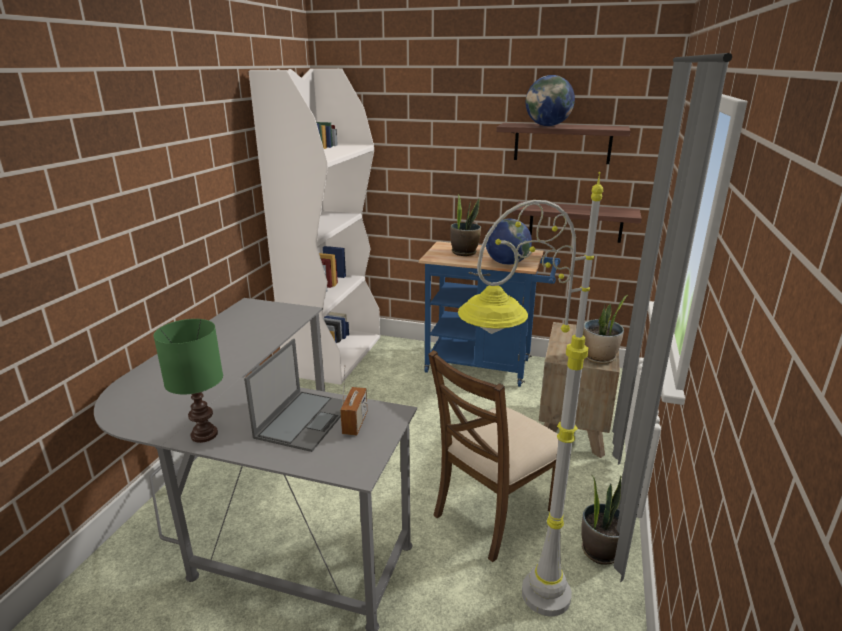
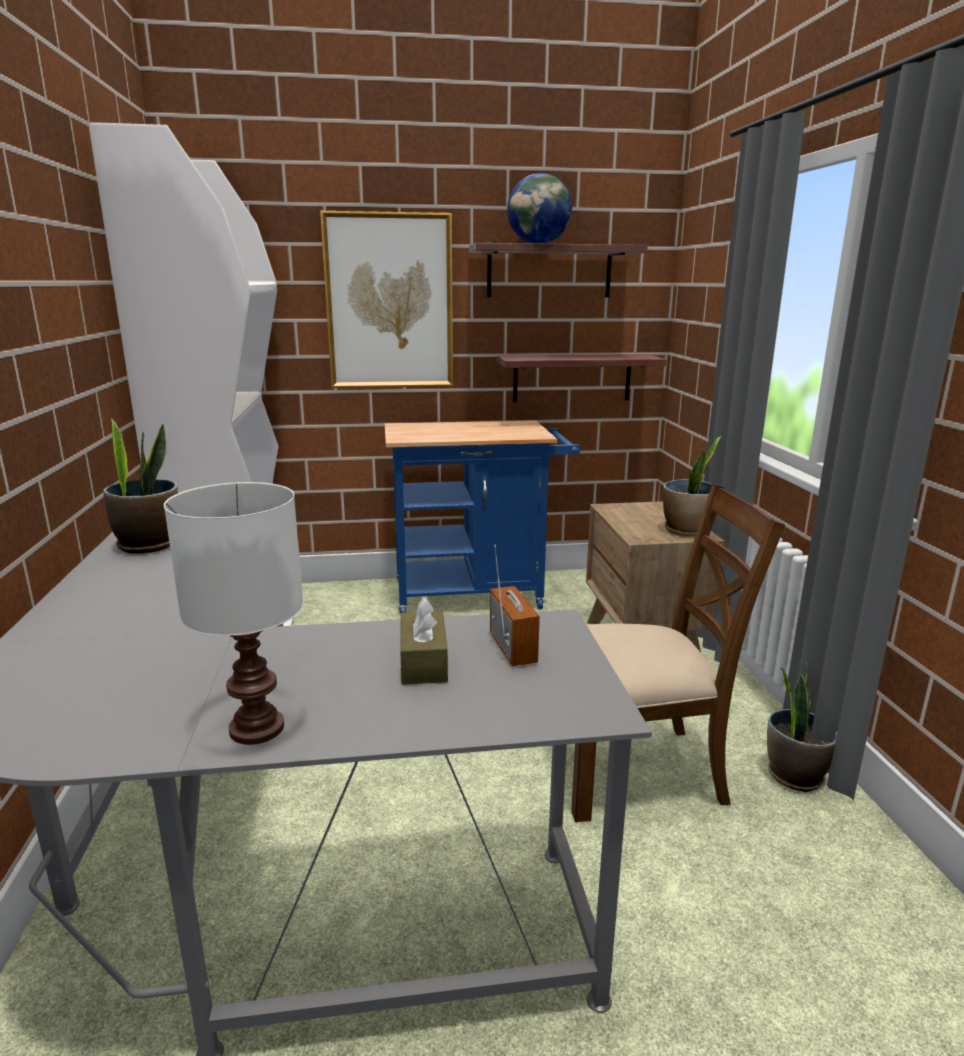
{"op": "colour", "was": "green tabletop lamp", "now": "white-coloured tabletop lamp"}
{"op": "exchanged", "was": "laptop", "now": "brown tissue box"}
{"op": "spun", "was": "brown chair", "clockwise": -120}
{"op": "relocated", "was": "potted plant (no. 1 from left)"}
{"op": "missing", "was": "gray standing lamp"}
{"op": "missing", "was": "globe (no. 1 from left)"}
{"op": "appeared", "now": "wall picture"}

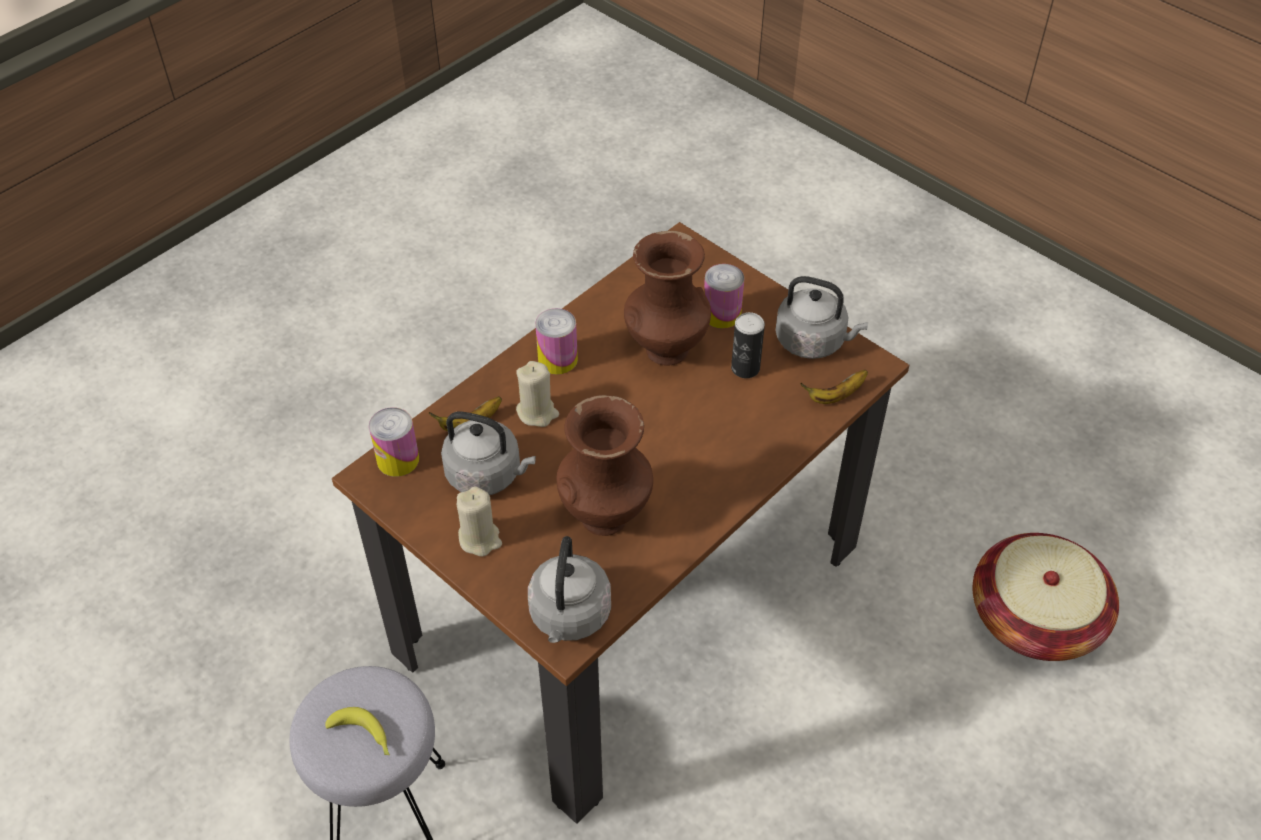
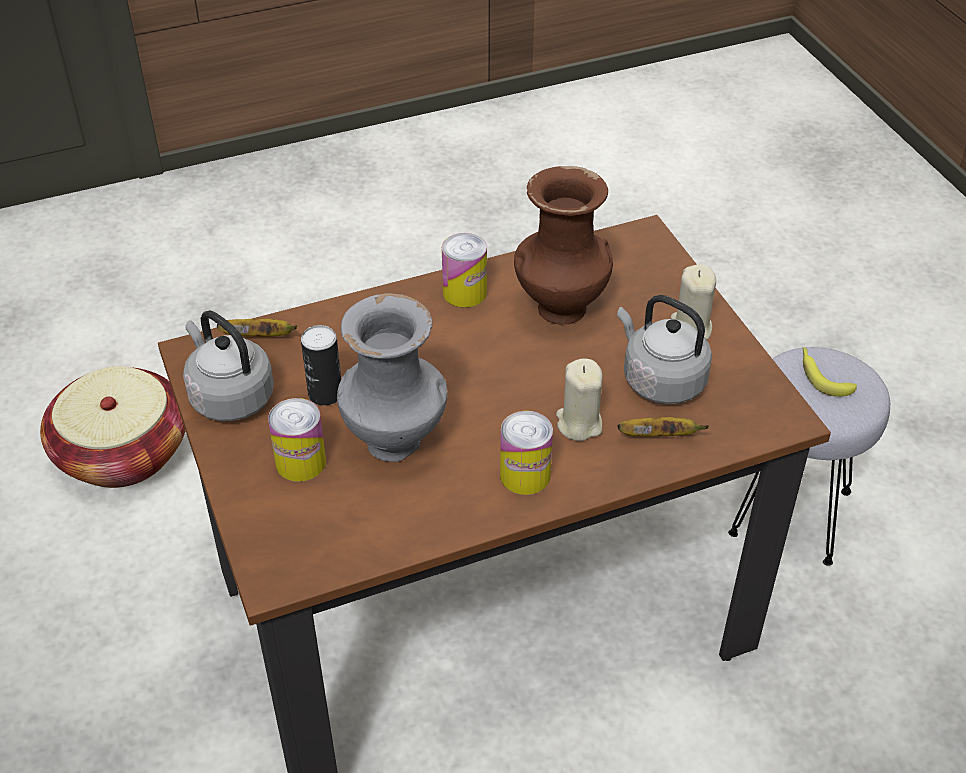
{"op": "relocated", "was": "metal can (no. 1 from left in the first image)", "now": "metal can (no. 3 from left)"}
{"op": "missing", "was": "gray kettle (no. 2 from left)"}
{"op": "colour", "was": "brown decorative vase (no. 2 from left)", "now": "gray decorative vase"}

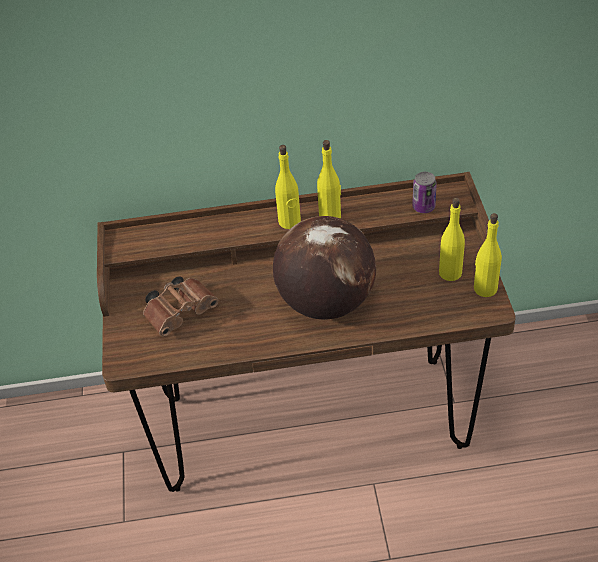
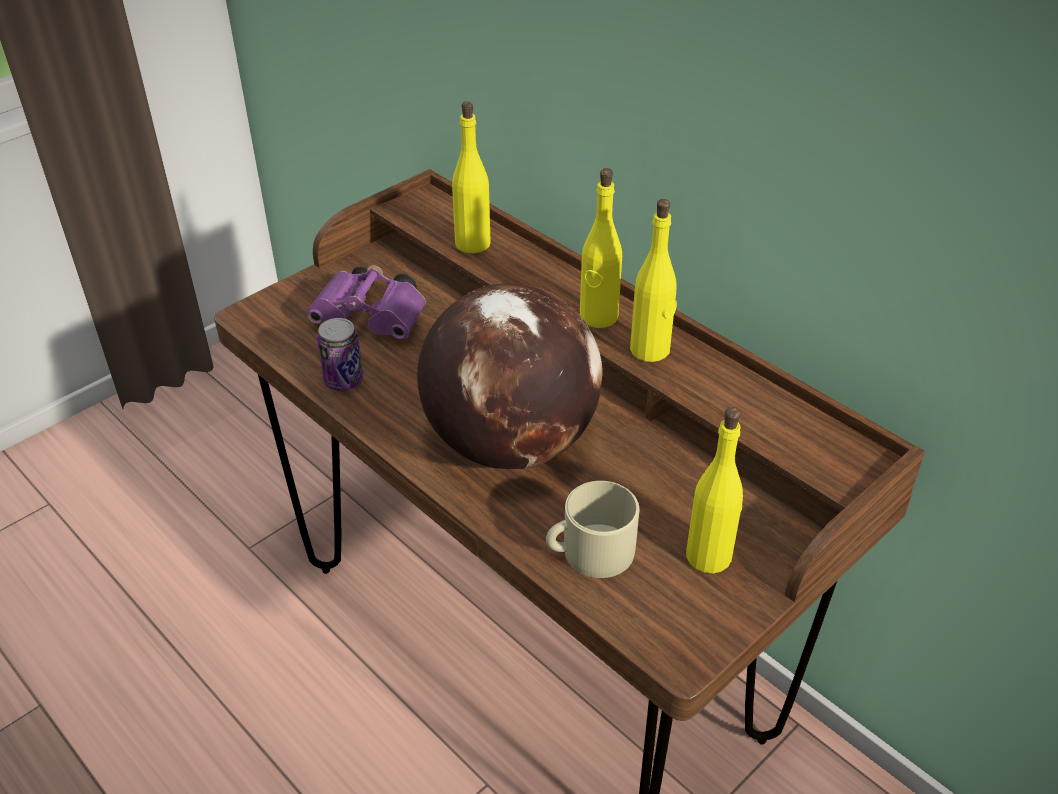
{"op": "colour", "was": "brown field glasses", "now": "purple field glasses"}
{"op": "relocated", "was": "metal can"}
{"op": "relocated", "was": "yellow-coloured beverage bottle (no. 4 from left in the first image)", "now": "yellow-coloured beverage bottle (no. 1 from left)"}
{"op": "appeared", "now": "beige-coloured tea mug"}

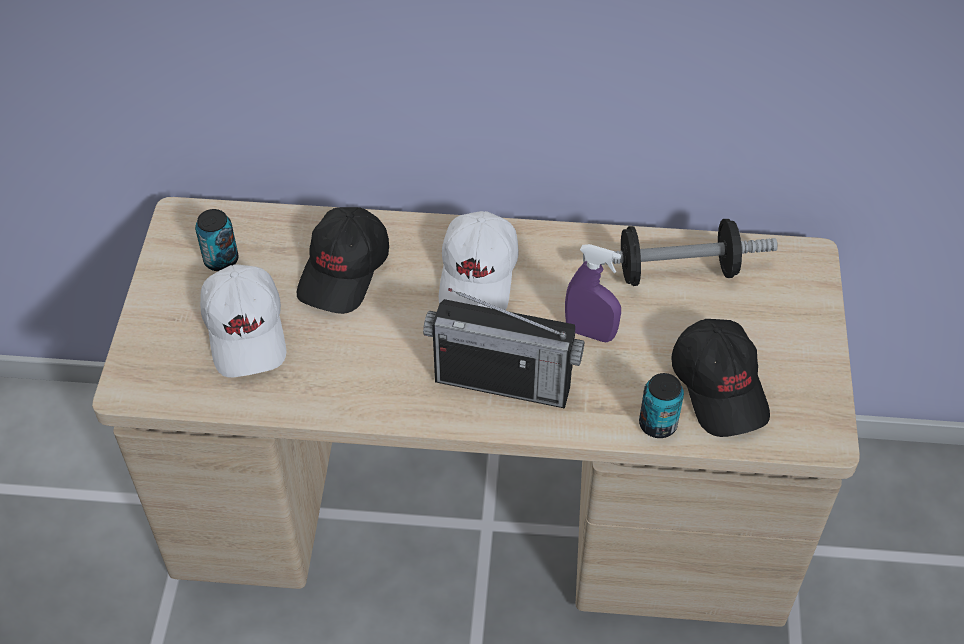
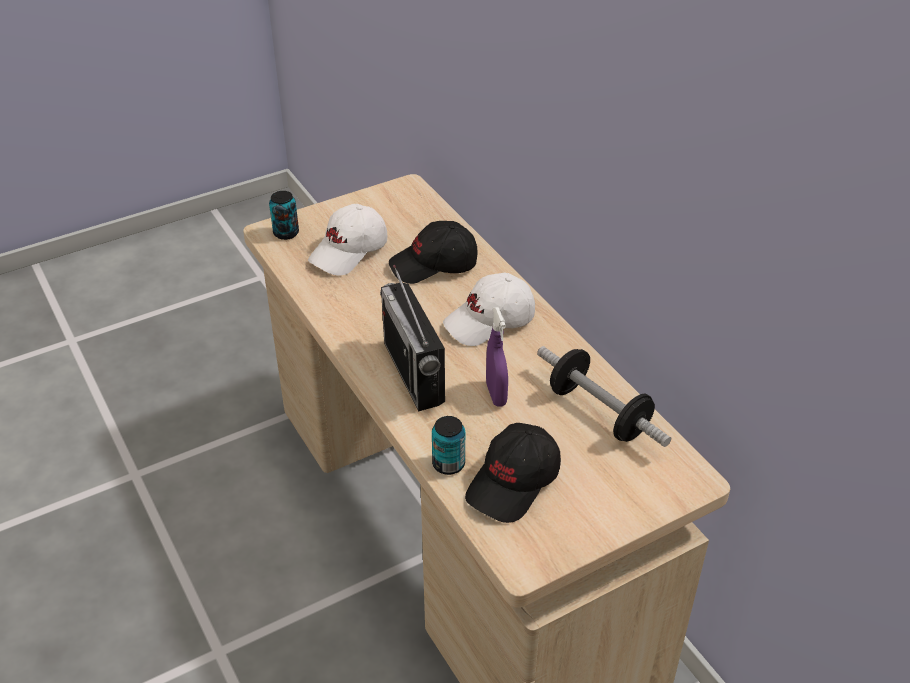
{"op": "relocated", "was": "metal can (no. 1 from left)"}

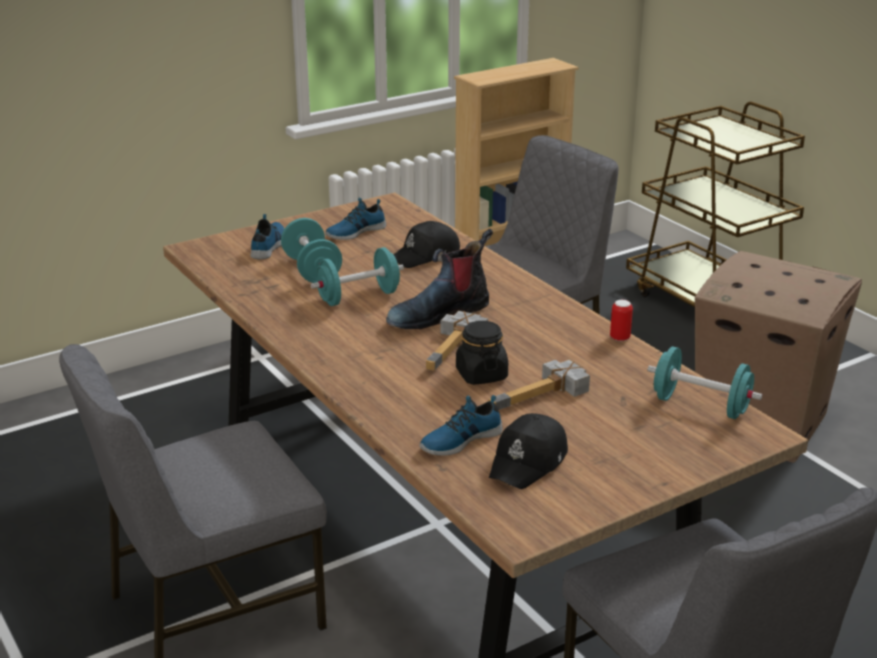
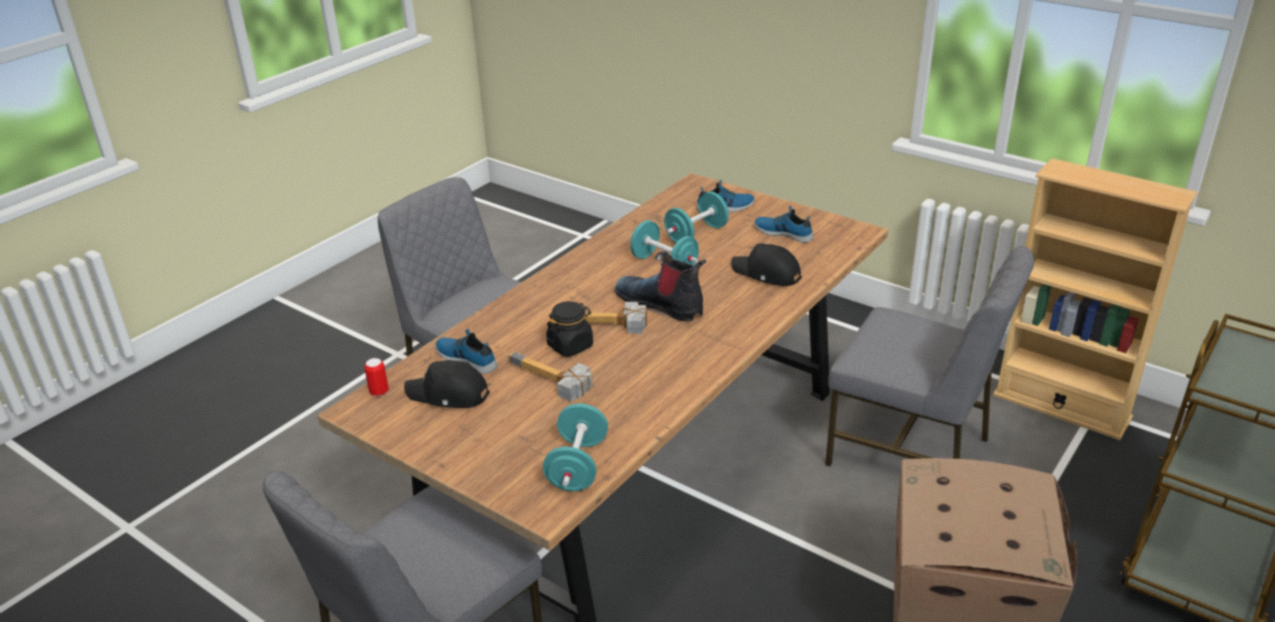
{"op": "relocated", "was": "metal can"}

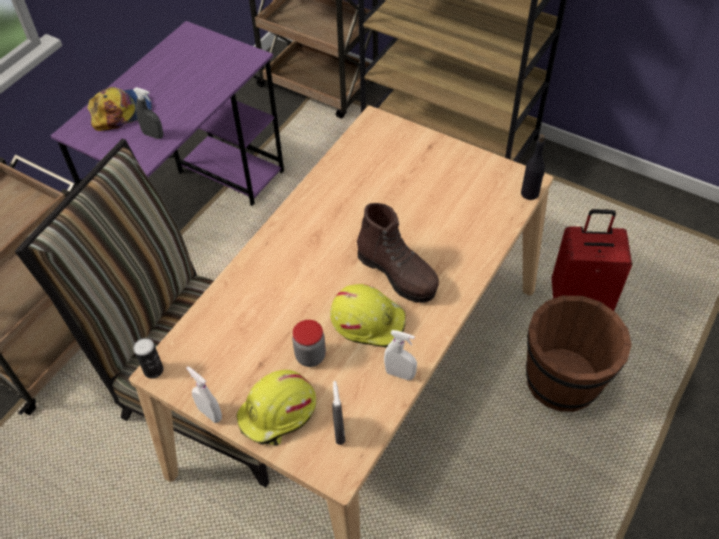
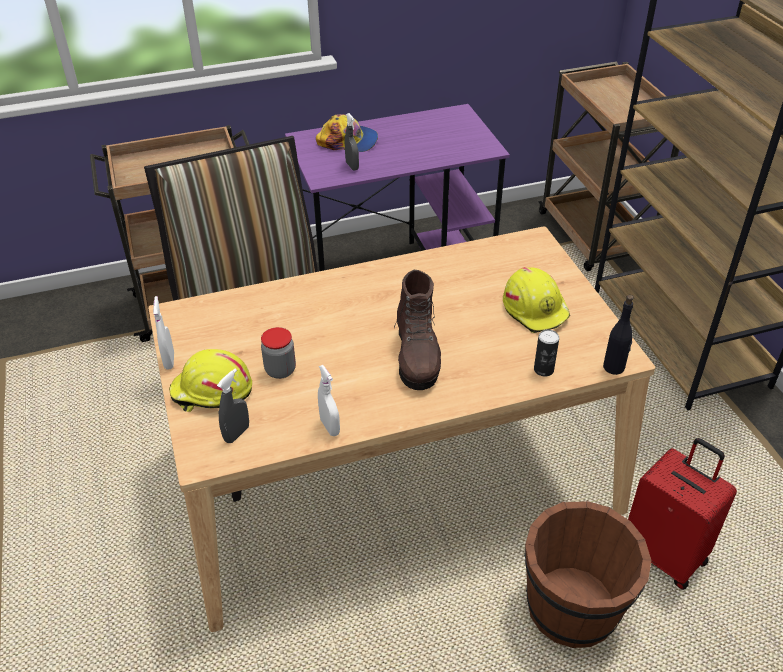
{"op": "relocated", "was": "metal can"}
{"op": "relocated", "was": "yellow-coloured hard hat (no. 2 from left)"}

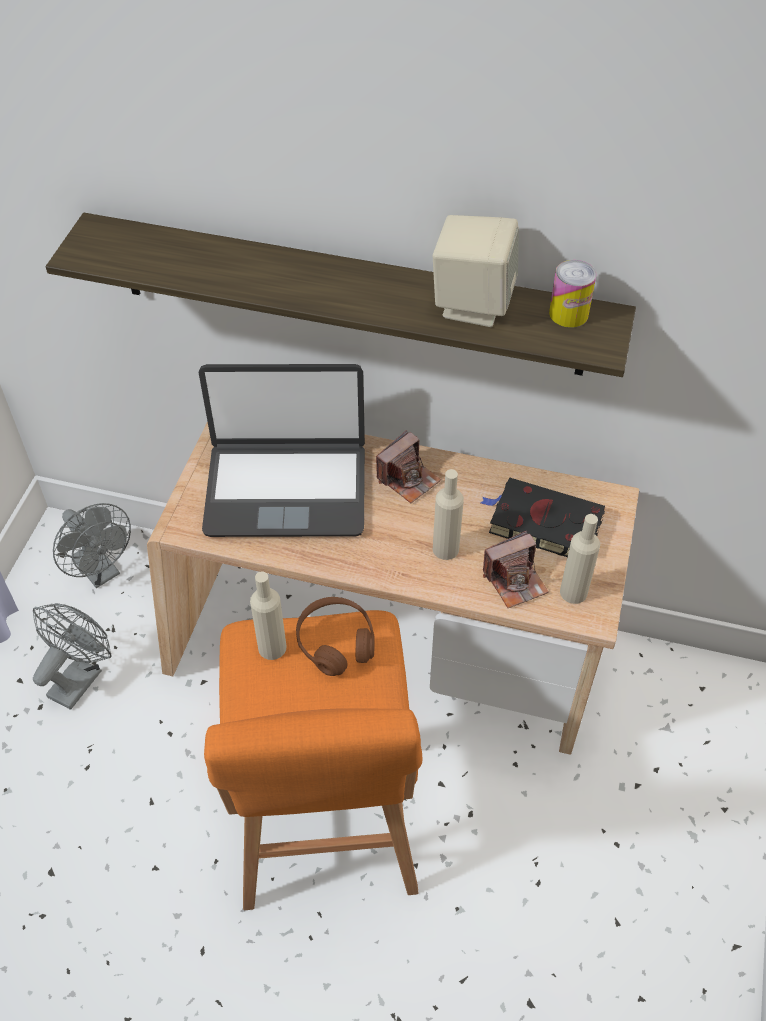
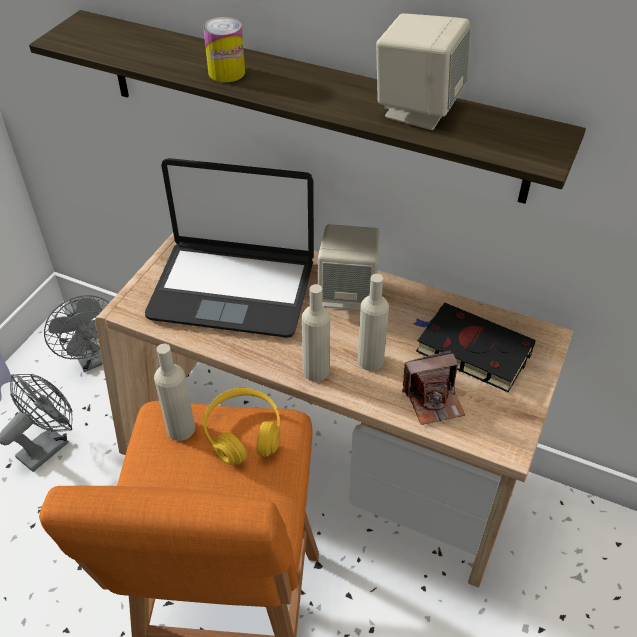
{"op": "colour", "was": "brown headset", "now": "yellow-coloured headset"}
{"op": "exchanged", "was": "still camera (no. 1 from left)", "now": "beige-coloured speaker (no. 1 from left)"}
{"op": "relocated", "was": "metal can"}
{"op": "relocated", "was": "beige-coloured beverage bottle (no. 3 from left in the first image)", "now": "beige-coloured beverage bottle (no. 2 from left)"}

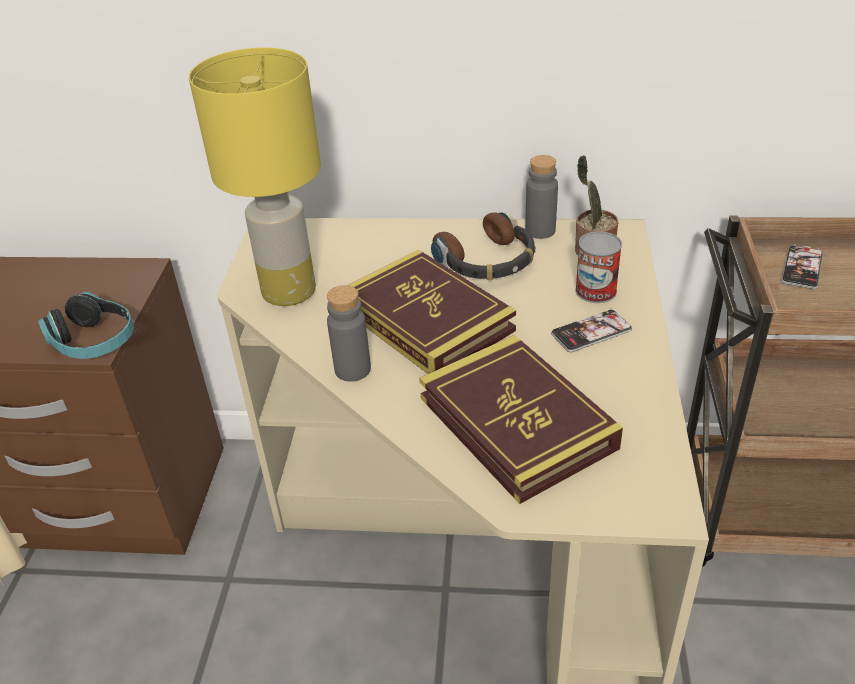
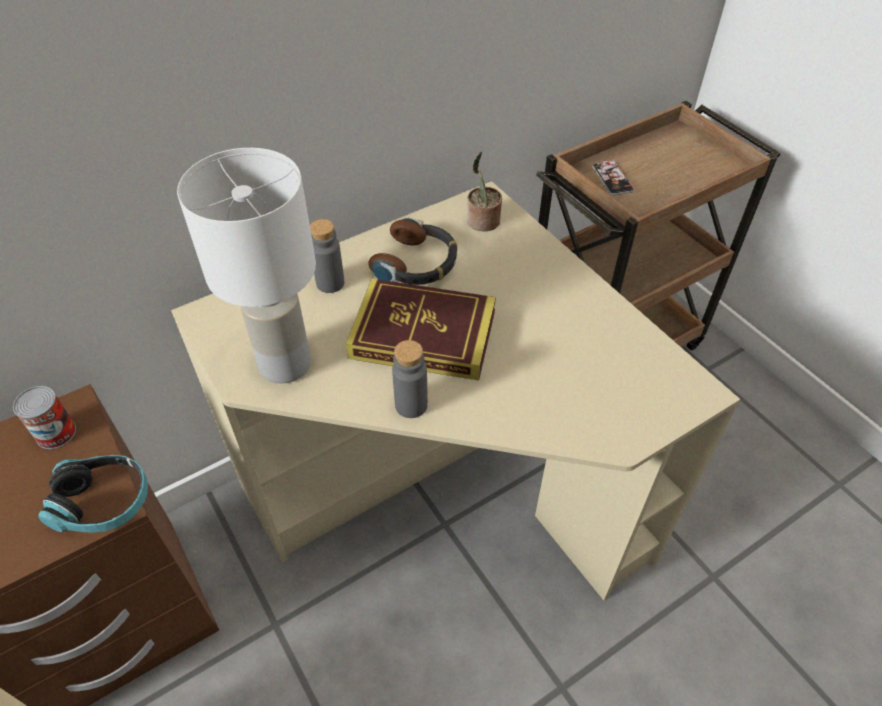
{"op": "colour", "was": "yellow-coloured tabletop lamp", "now": "white-coloured tabletop lamp"}
{"op": "missing", "was": "volume (no. 2 from left)"}
{"op": "relocated", "was": "gray beverage bottle (no. 2 from left in the first image)", "now": "gray beverage bottle (no. 1 from left)"}
{"op": "missing", "was": "phone (no. 1 from left)"}
{"op": "relocated", "was": "metal can"}

